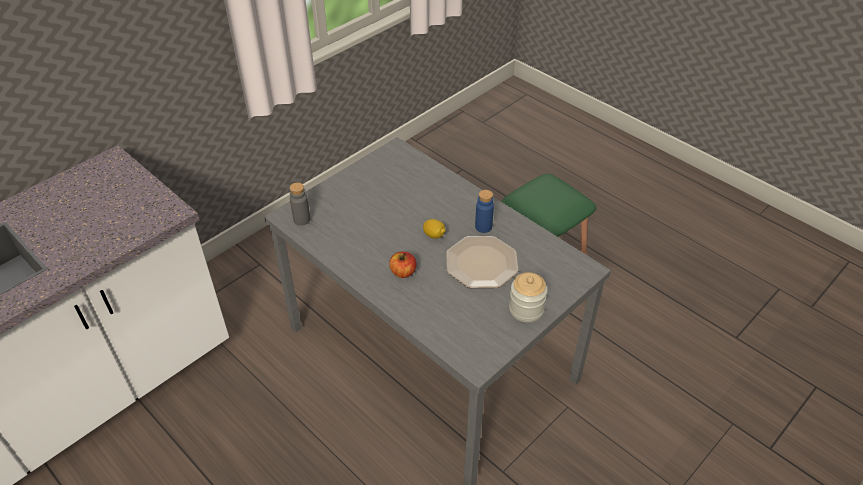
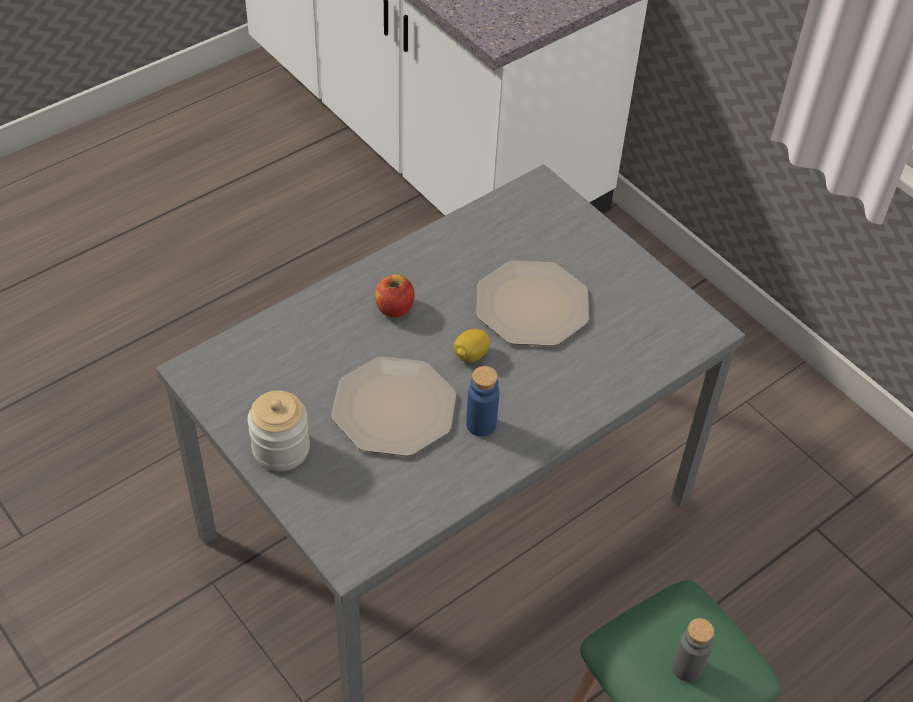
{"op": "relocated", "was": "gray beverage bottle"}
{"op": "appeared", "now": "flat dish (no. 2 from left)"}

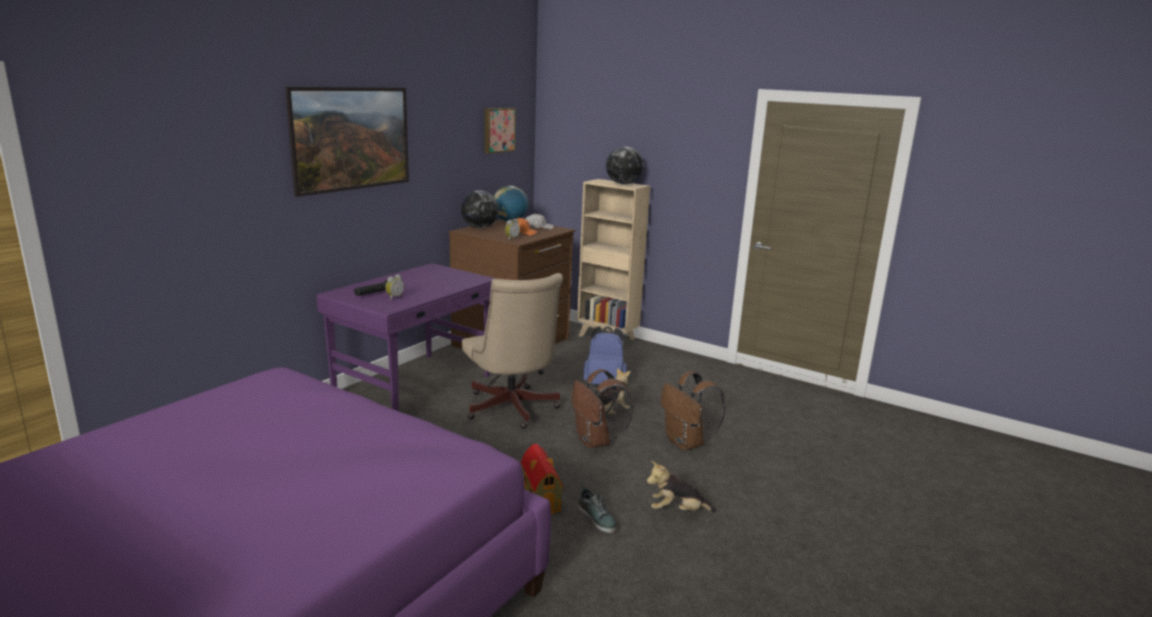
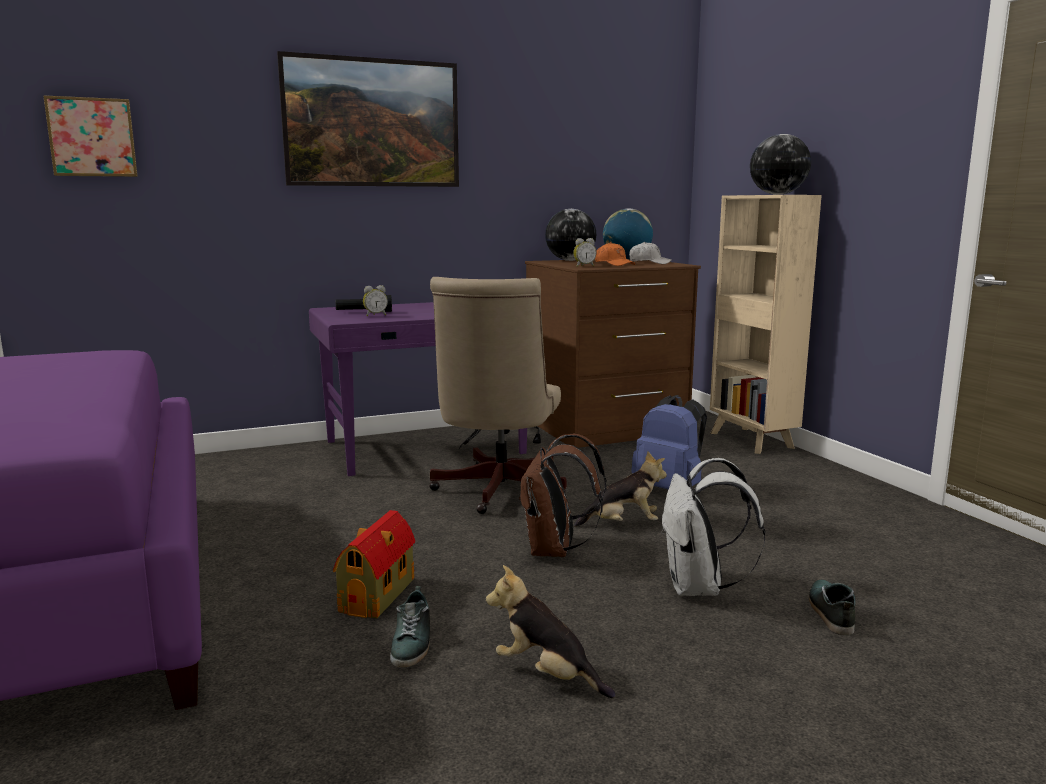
{"op": "relocated", "was": "wall picture (no. 2 from left in the first image)", "now": "wall picture (no. 1 from left)"}
{"op": "colour", "was": "brown backpack (no. 2 from left)", "now": "white-coloured backpack"}
{"op": "appeared", "now": "shoe (no. 2 from left)"}

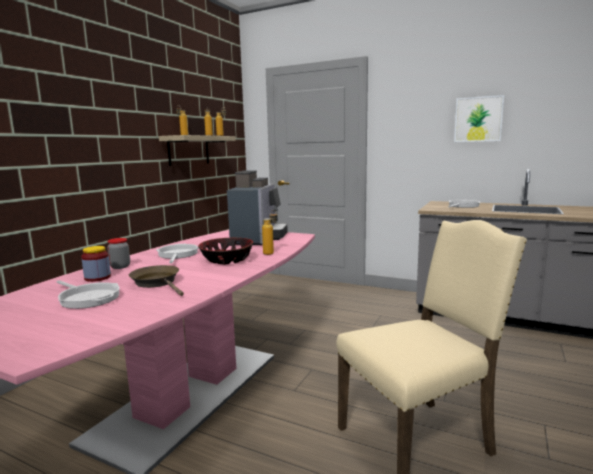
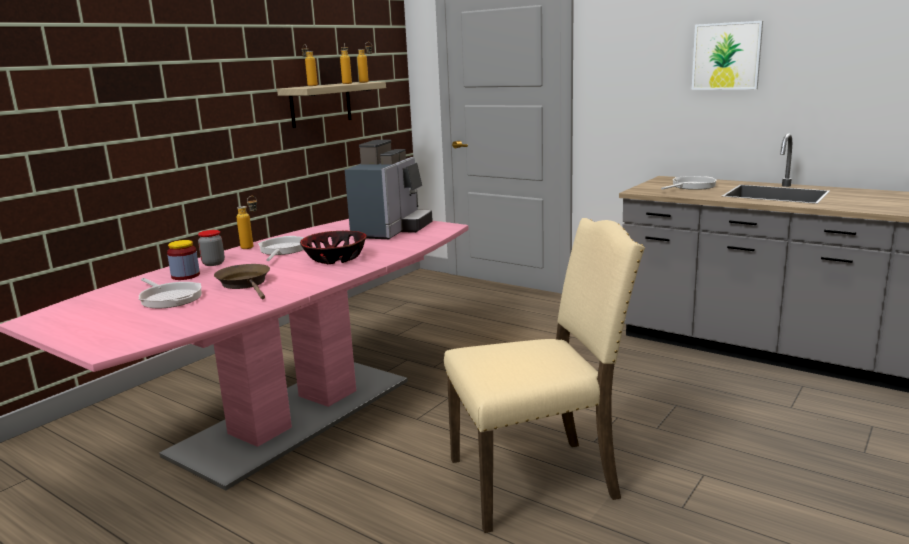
{"op": "relocated", "was": "beverage bottle (no. 4 from left in the first image)", "now": "beverage bottle (no. 1 from left)"}

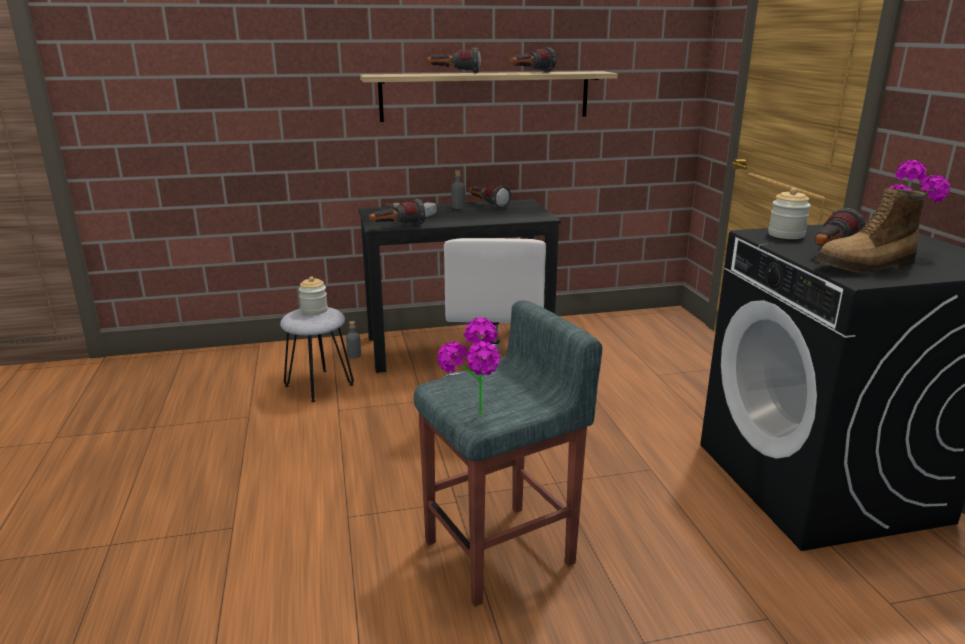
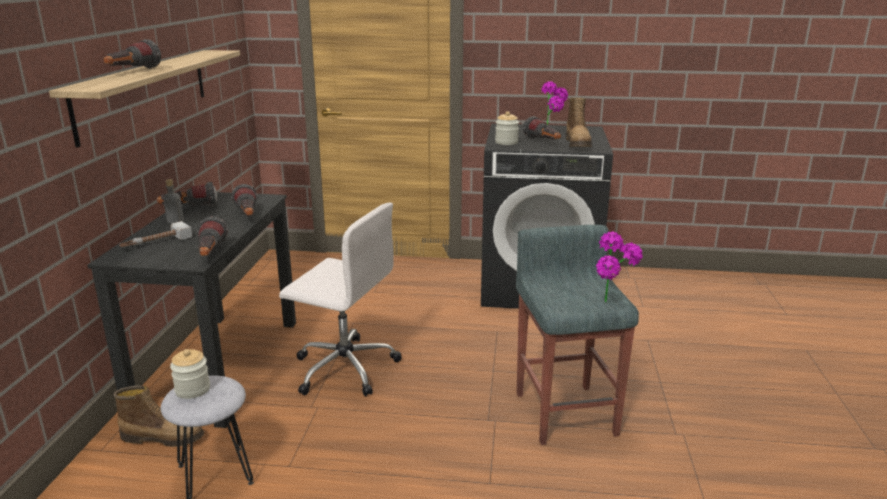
{"op": "exchanged", "was": "gray beverage bottle (no. 1 from left)", "now": "high-top boot (no. 1 from left)"}
{"op": "relocated", "was": "hand torch (no. 4 from left)"}

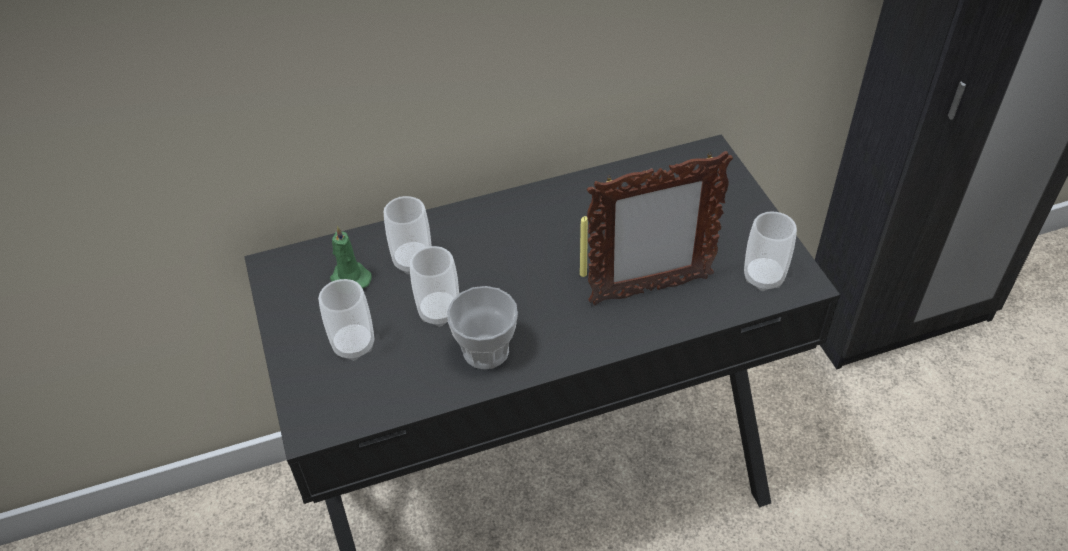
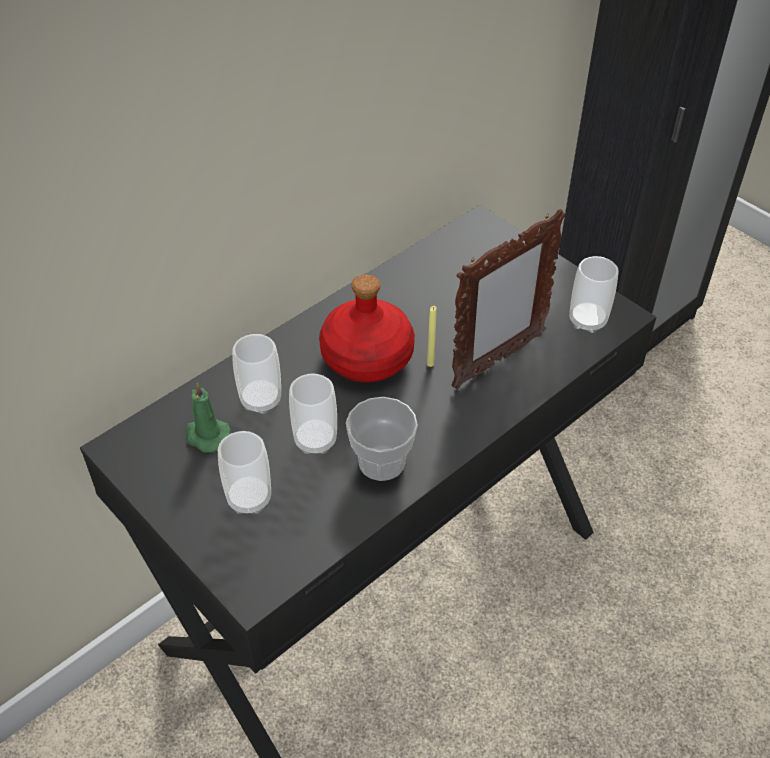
{"op": "appeared", "now": "reddish beverage bottle"}

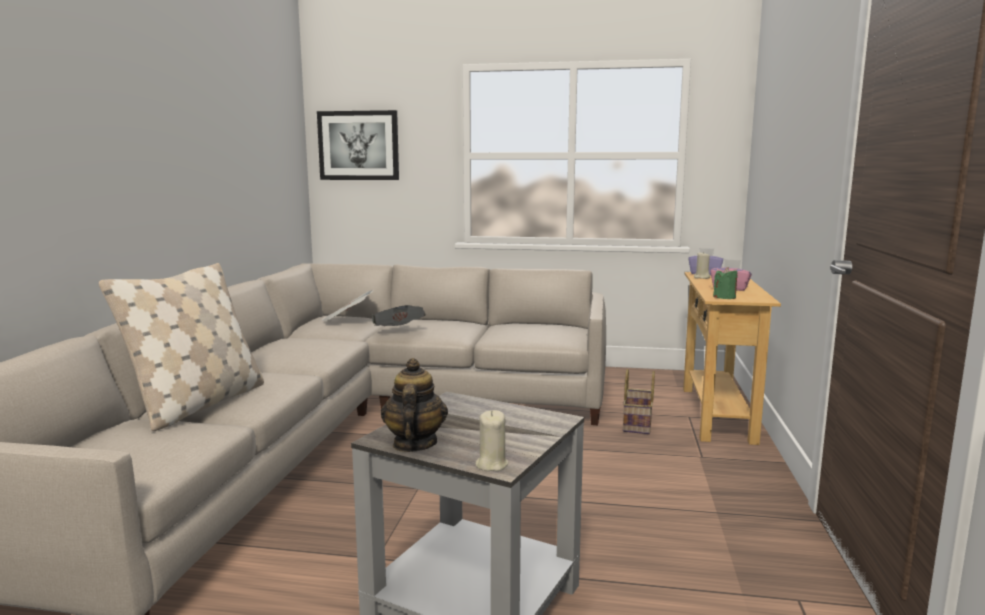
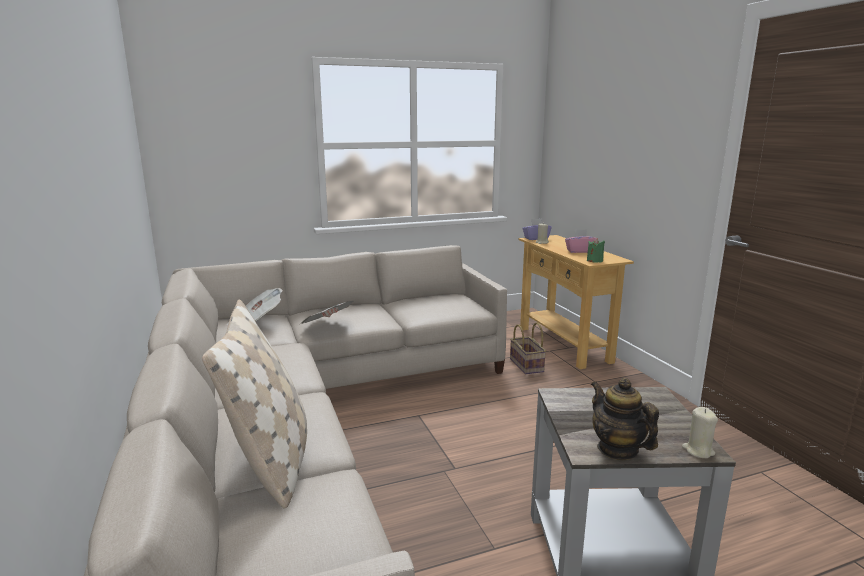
{"op": "missing", "was": "wall picture"}

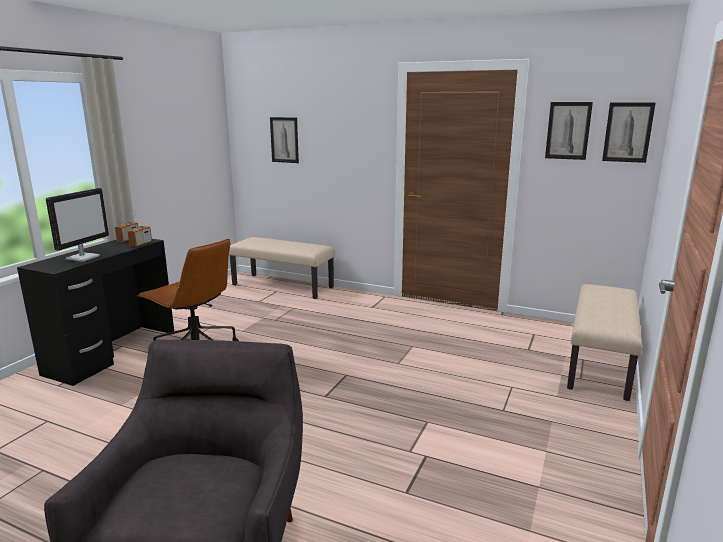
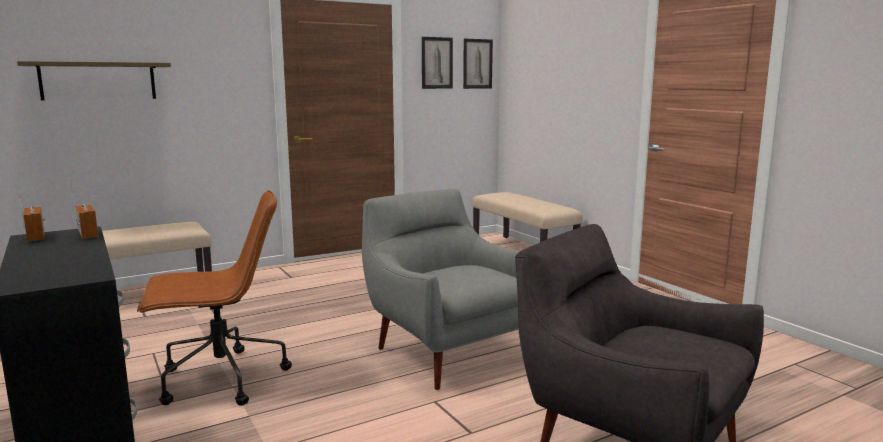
{"op": "missing", "was": "computer display"}
{"op": "exchanged", "was": "wall picture (no. 1 from left)", "now": "wall shelf"}
{"op": "appeared", "now": "gray easy chair (no. 1 from left)"}

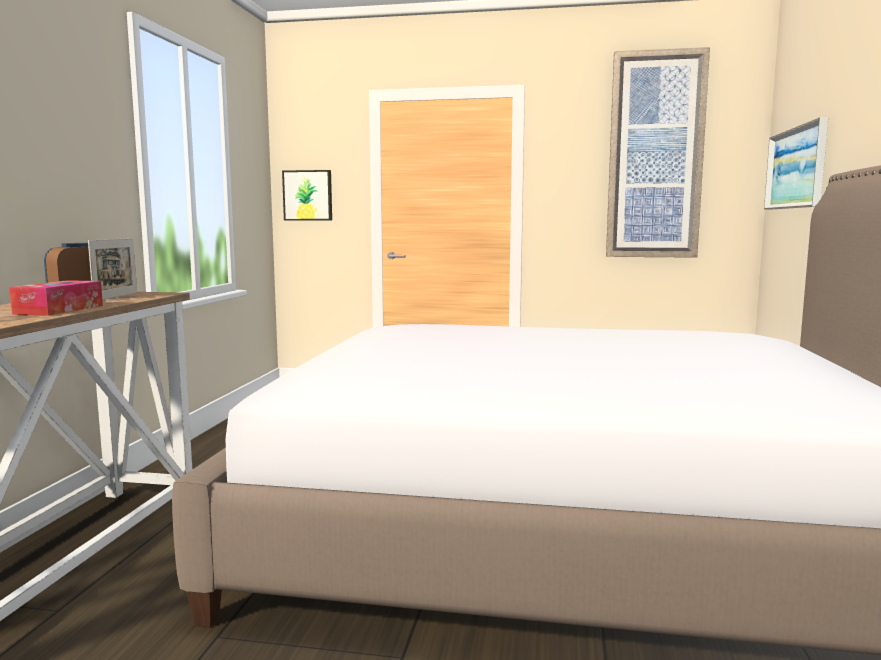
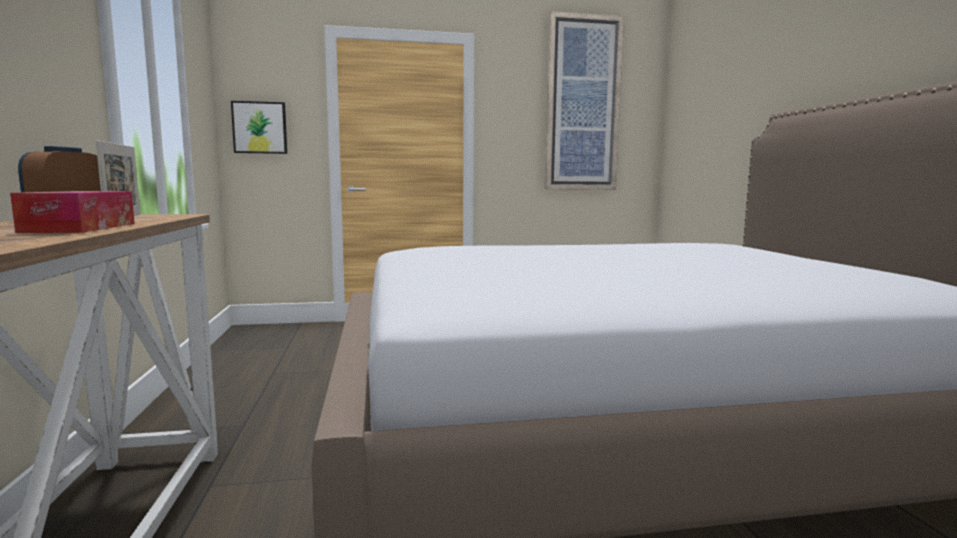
{"op": "missing", "was": "wall picture (no. 3 from left)"}

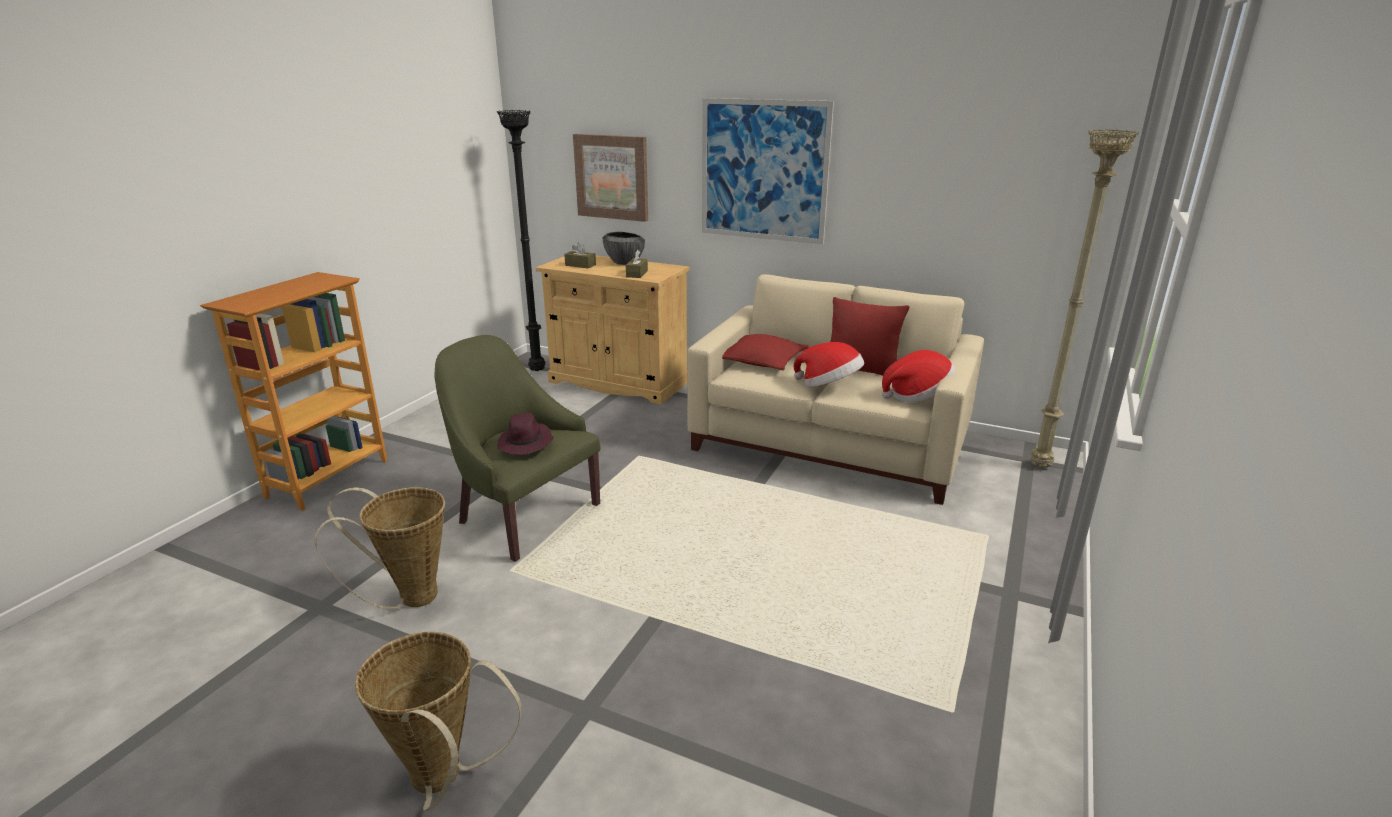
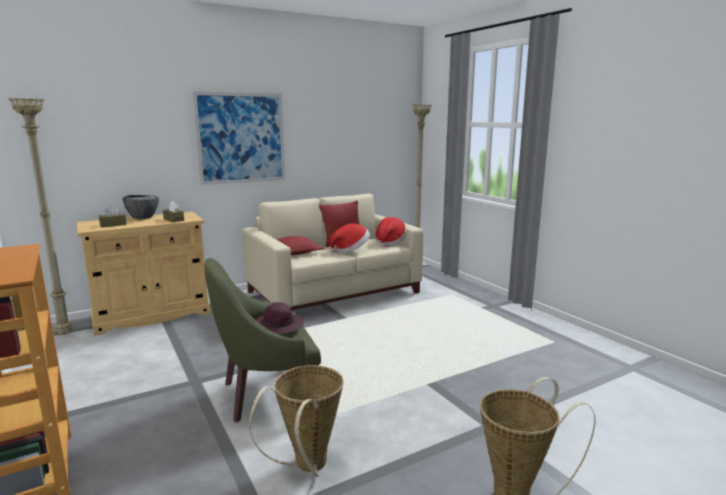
{"op": "colour", "was": "blackish standing lamp", "now": "beige-coloured standing lamp (no. 1 from left)"}
{"op": "missing", "was": "wall picture (no. 1 from left)"}

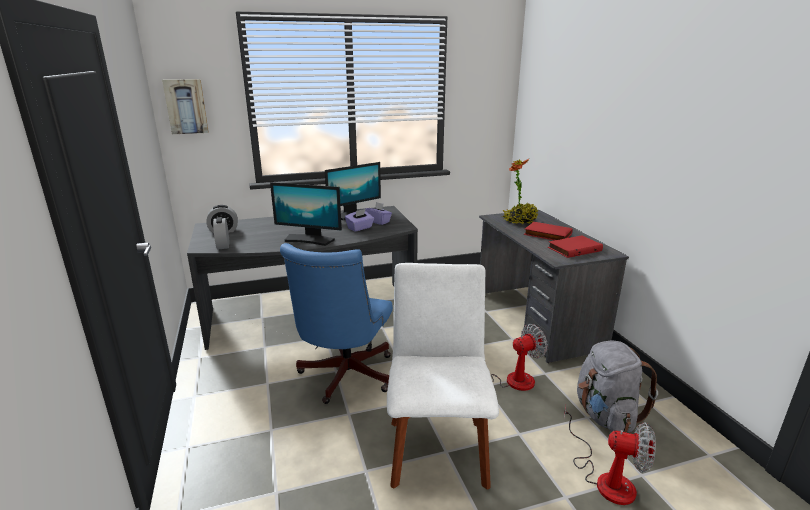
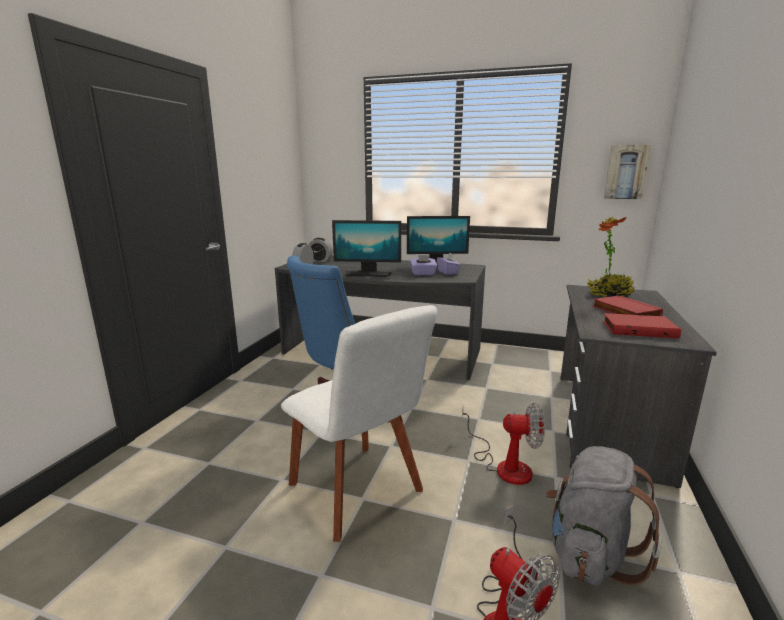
{"op": "relocated", "was": "wall picture"}
{"op": "spun", "was": "computer display (no. 1 from left)", "clockwise": -45}
{"op": "spun", "was": "white-coloured chair", "clockwise": 105}

